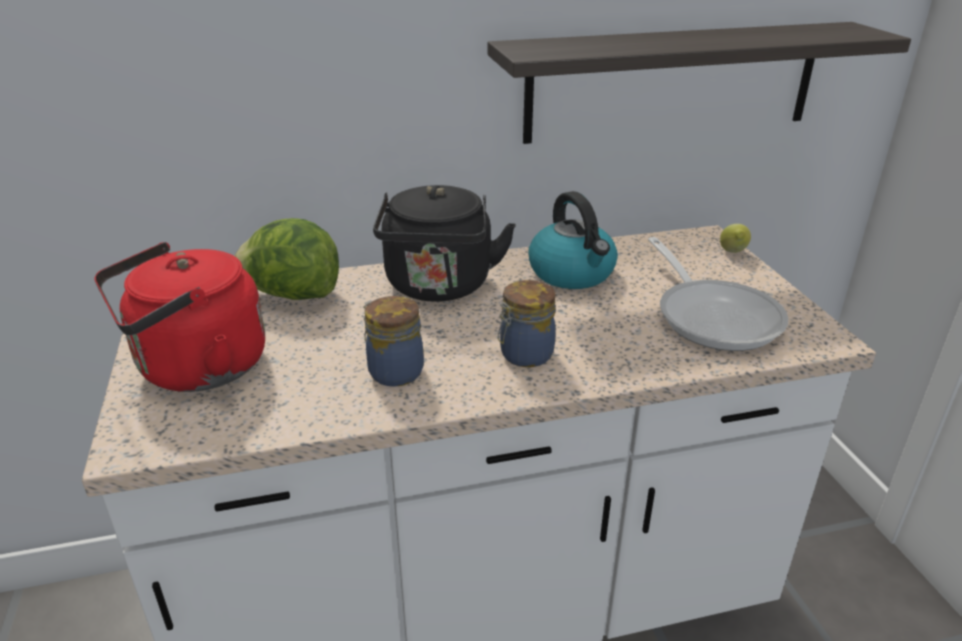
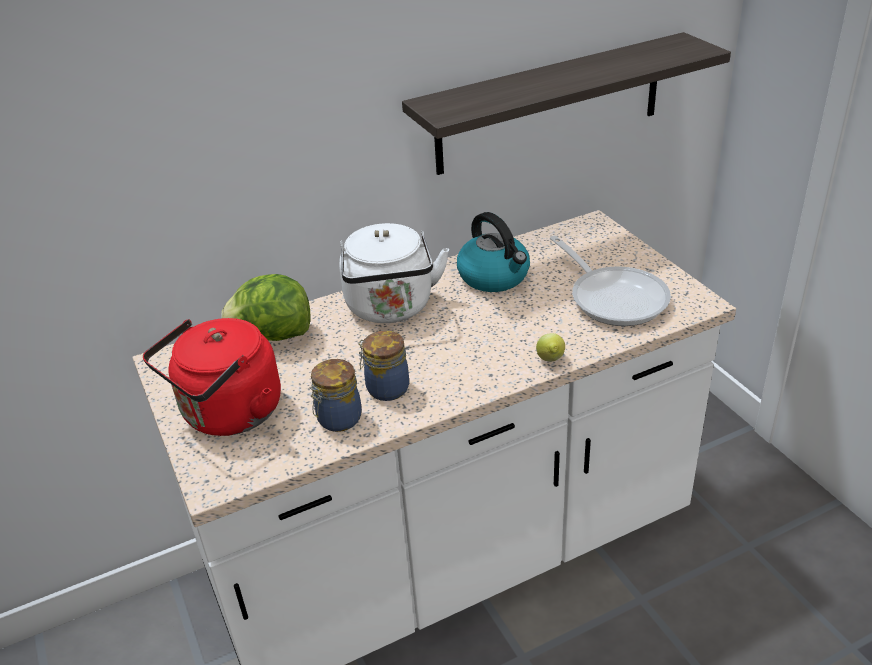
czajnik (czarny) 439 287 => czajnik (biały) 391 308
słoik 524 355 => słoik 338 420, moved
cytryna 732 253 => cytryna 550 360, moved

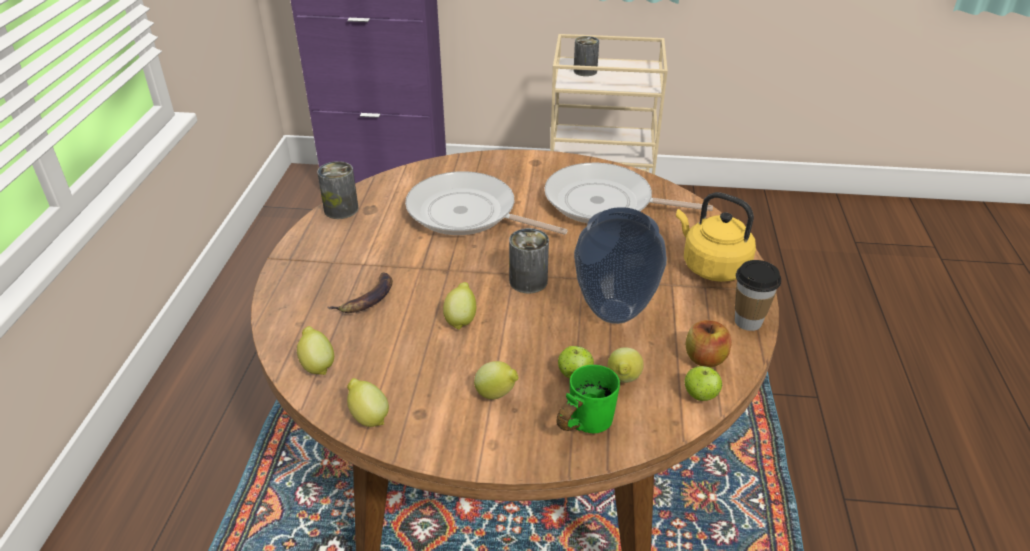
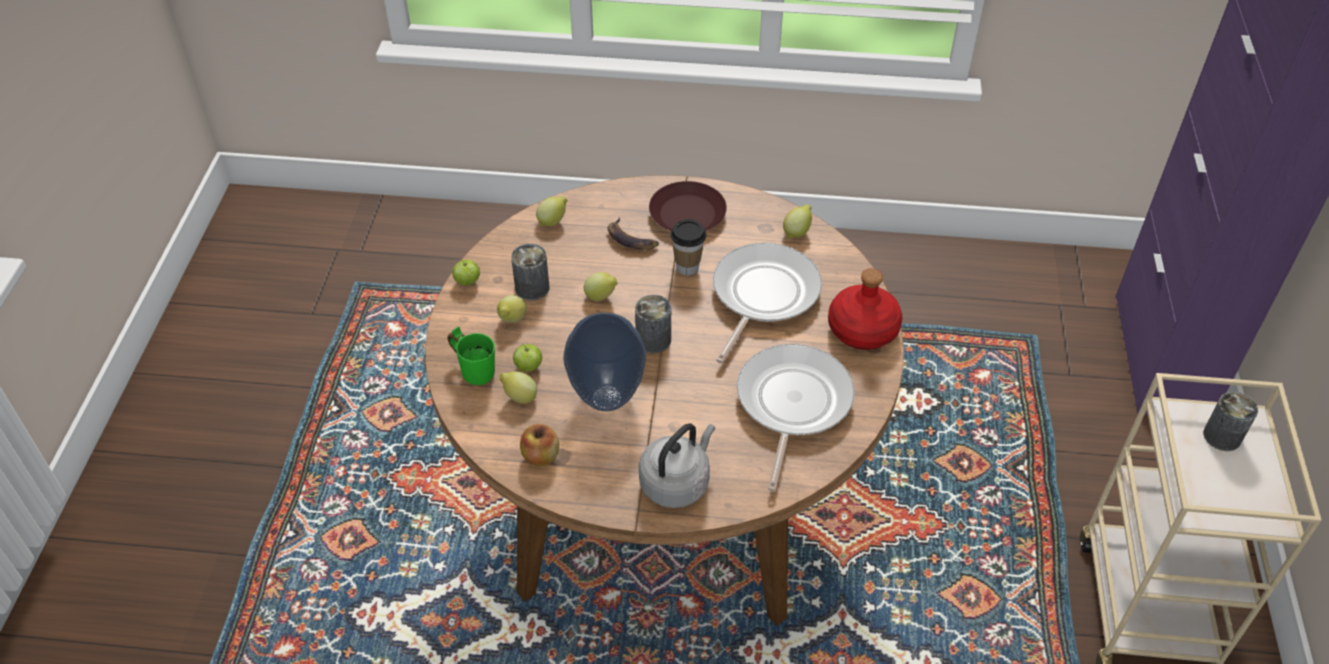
puszka 341 209 => puszka 532 288, moved
cytryna 368 417 => cytryna 797 232, moved
czajnik (żółty) 711 266 => czajnik (szary) 677 482
jabłko 700 396 => jabłko 467 282, moved
filiżanka 748 321 => filiżanka 687 267, moved
nothing => talerz (brązowy) 687 215
nothing => butelka (czerwony) 863 330

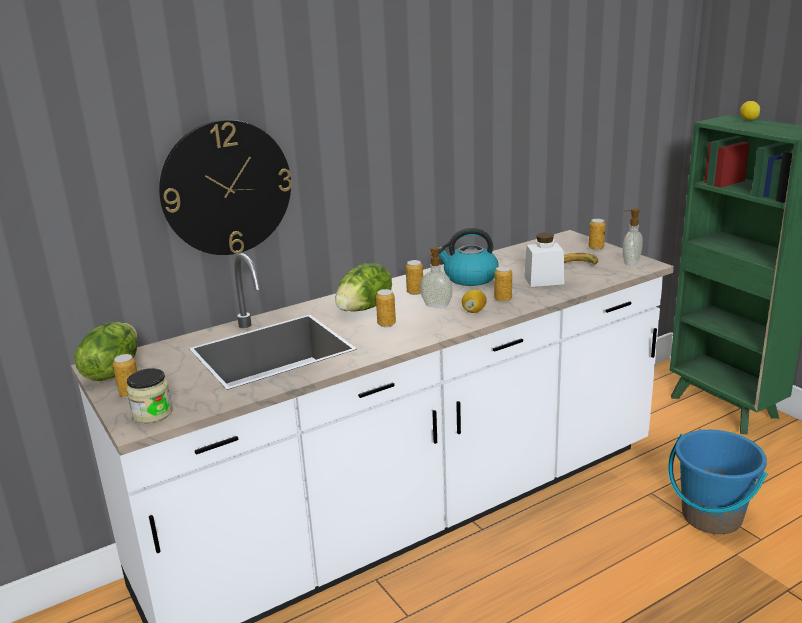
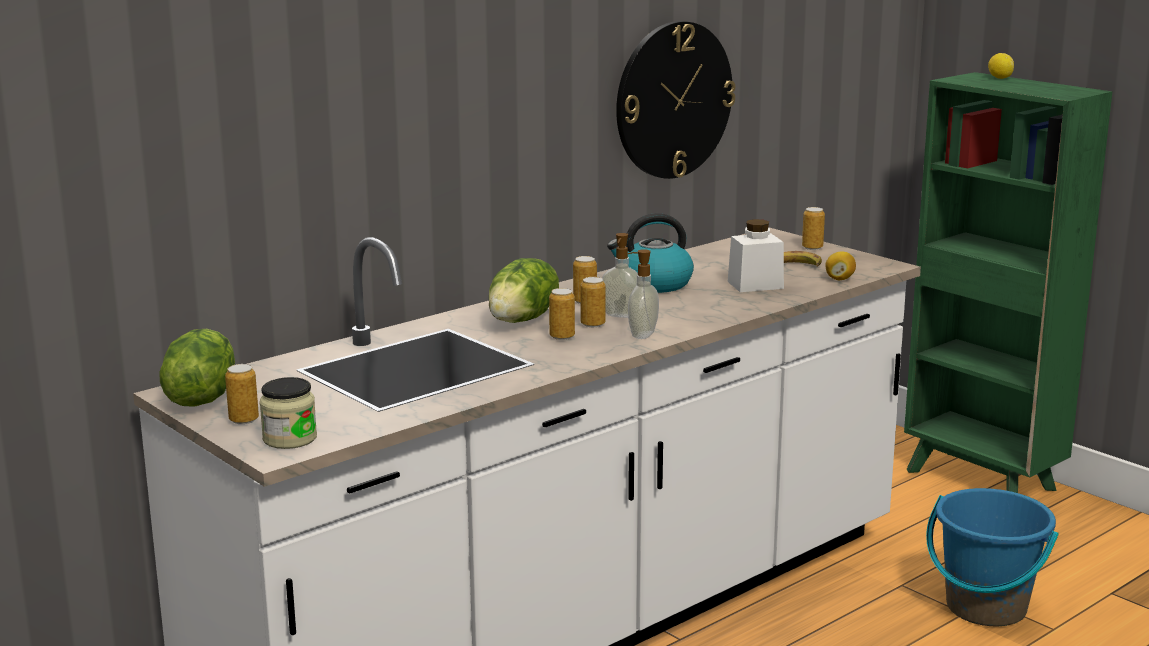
zegar ścienny 226 188 => zegar ścienny 673 100, moved
cytryna 474 311 => cytryna 839 279, moved
puszka 503 299 => puszka 592 324, moved
dozownik mydła 630 263 => dozownik mydła 641 335, moved

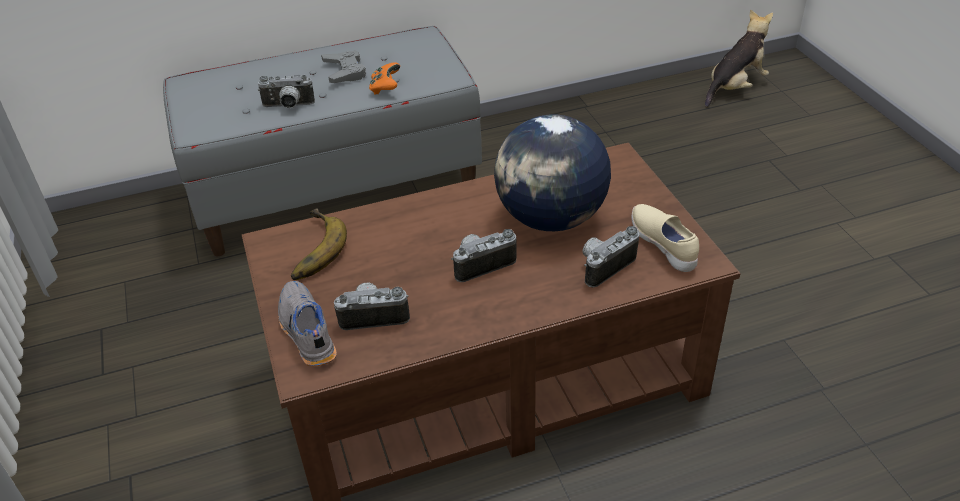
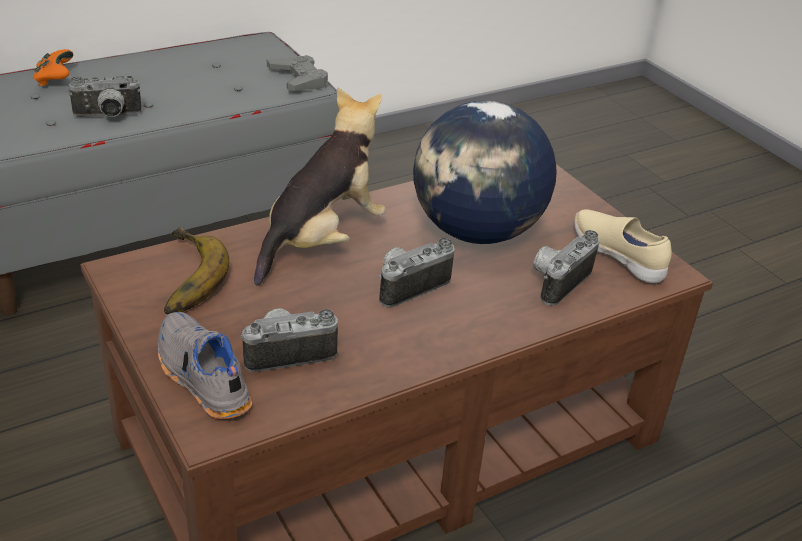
pad do gier (szary) 345 71 => pad do gier (szary) 299 79, moved
pad do gier (pomarańczowy) 385 88 => pad do gier (pomarańczowy) 55 79, moved
pluszak 735 87 => pluszak 322 240, moved

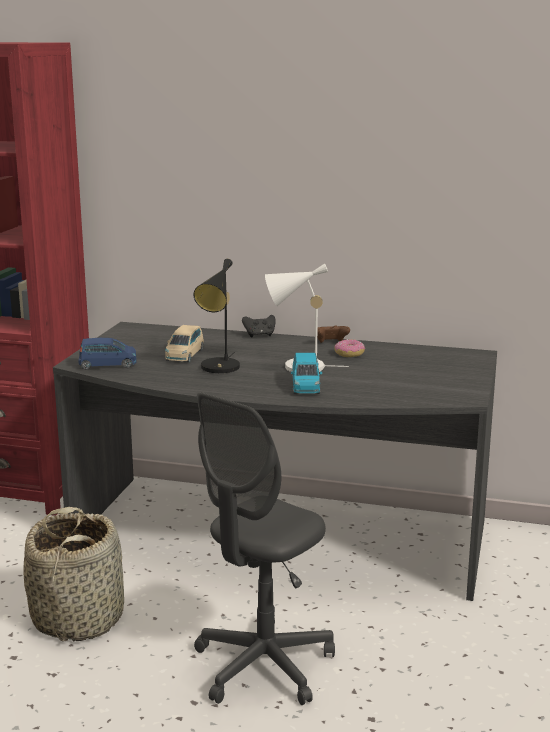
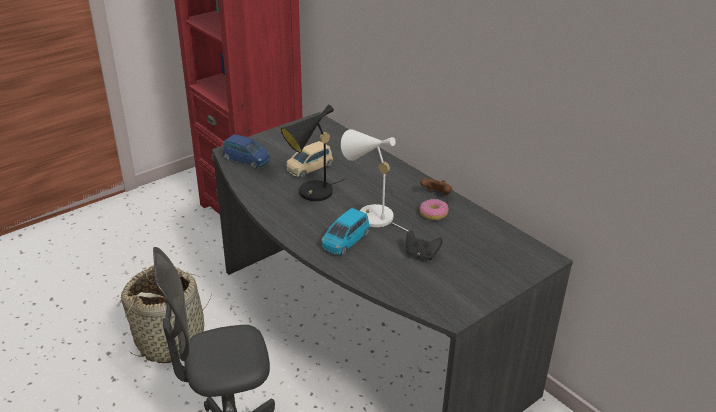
pad do gier (czarny) 259 335 => pad do gier (czarny) 421 254, moved

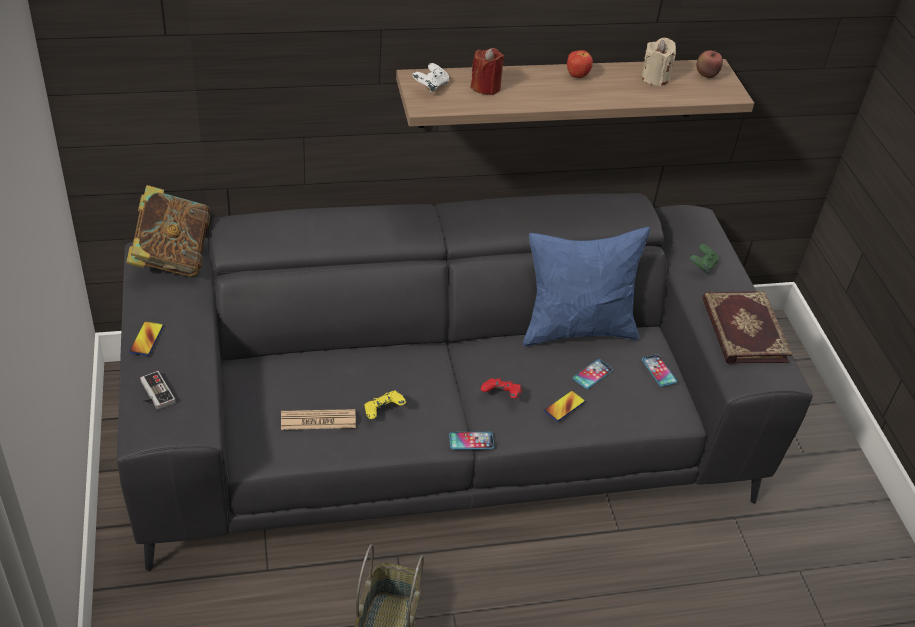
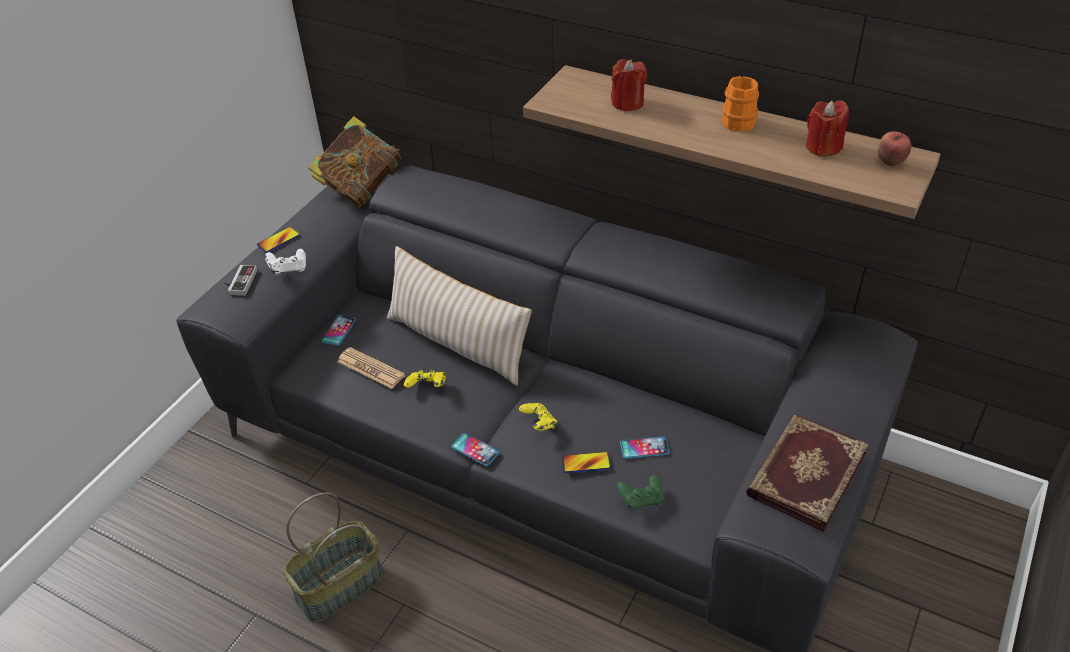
pad do gier (biały) 430 86 => pad do gier (biały) 289 269, moved
pad do gier (czerwony) 501 396 => pad do gier (żółty) 539 424
poduszka (niebieski) 577 329 => nothing
jabłko 577 76 => kubek (pomarańczowy) 736 120
świeca (beżowy) 655 78 => świeca (czerwony) 823 147
telefon 659 371 => telefon 339 330, moved
pad do gier (zielony) 702 266 => pad do gier (zielony) 640 500, moved
nothing => poduszka (beżowy) 457 343

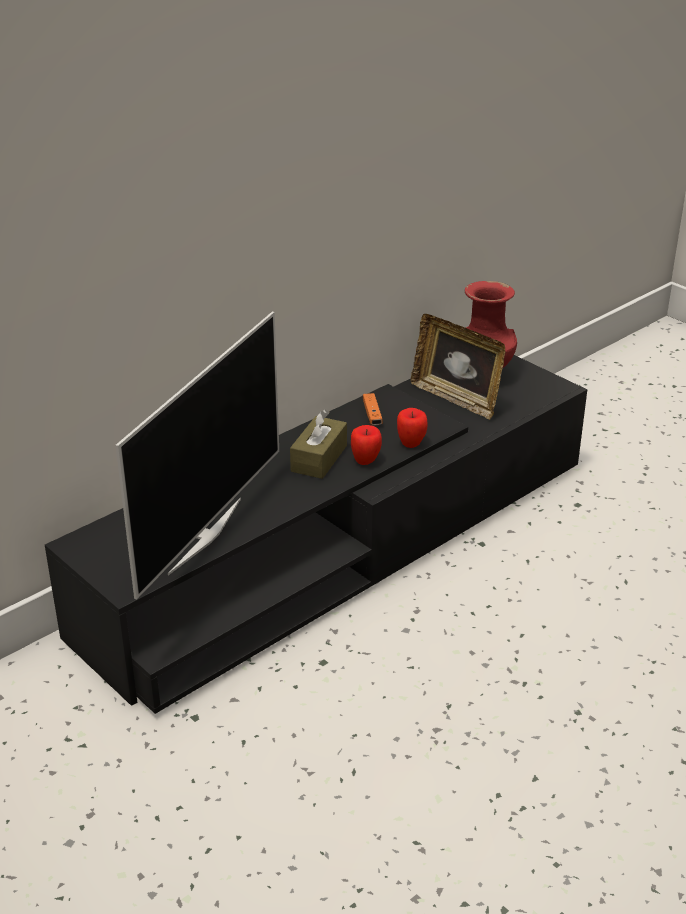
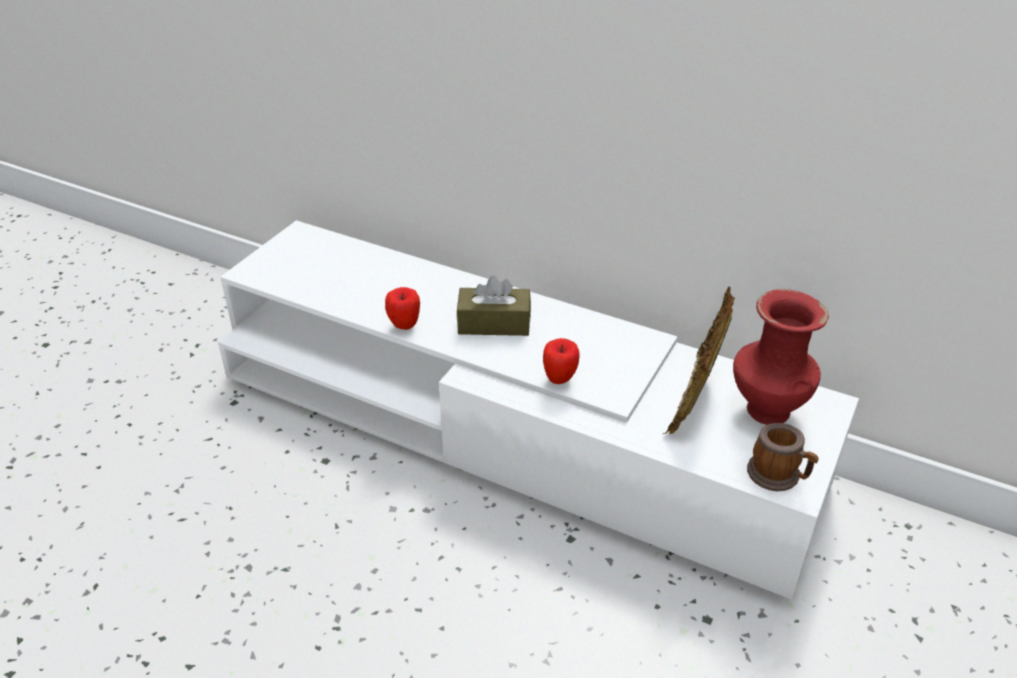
szafka pod telewizor (czarny) 342 546 => szafka pod telewizor (biały) 508 428
telewizor 203 535 => nothing
jabłko 365 461 => jabłko 404 326, moved
pad do gier (pomarańczowy) 372 415 => nothing
nothing => kubek 778 476

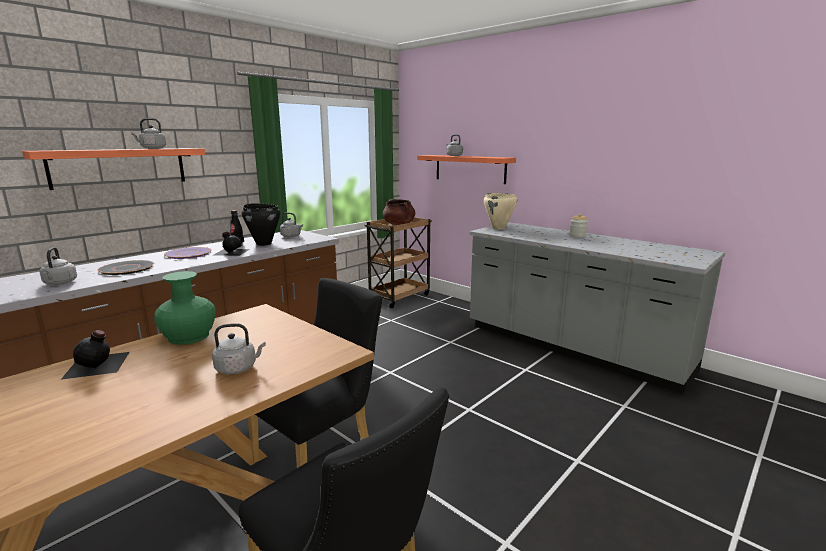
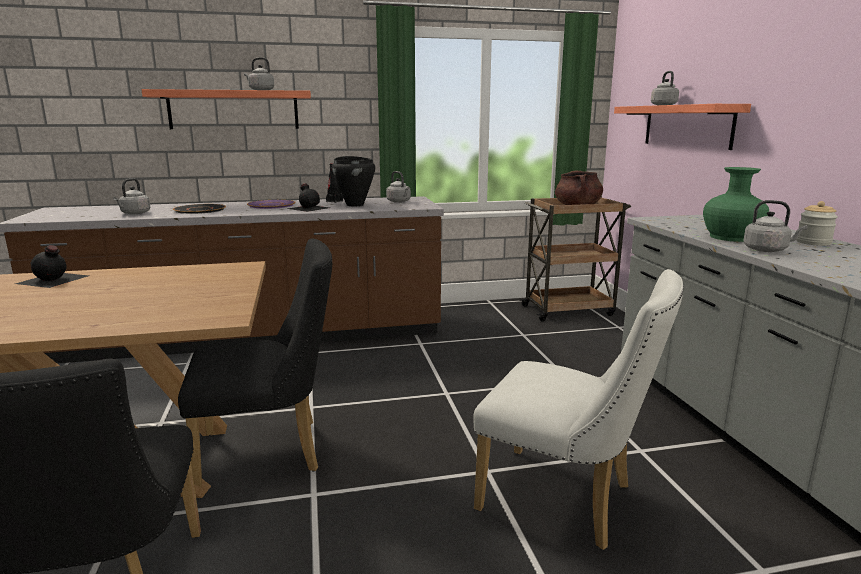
wazon (zielony) 189 336 => wazon (zielony) 731 237, moved
czajnik (szary) 238 368 => czajnik (szary) 767 250, moved
garnek (beżowy) 499 228 => nothing
nothing => krzesło (biały) 566 500

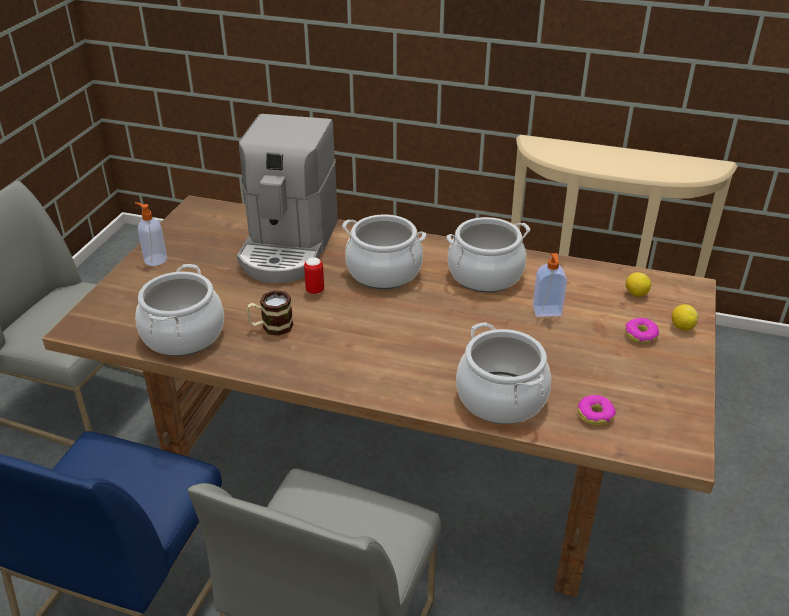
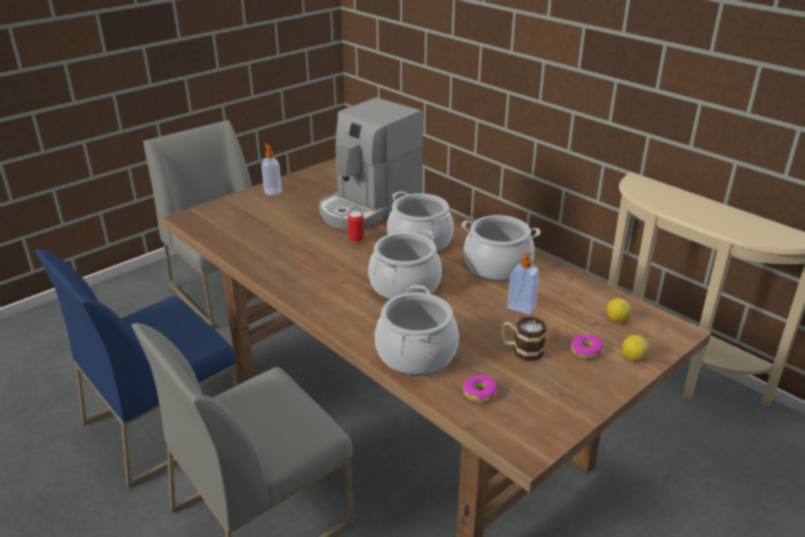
garnek 184 335 => garnek 405 286, moved
kubek 271 327 => kubek 521 350, moved

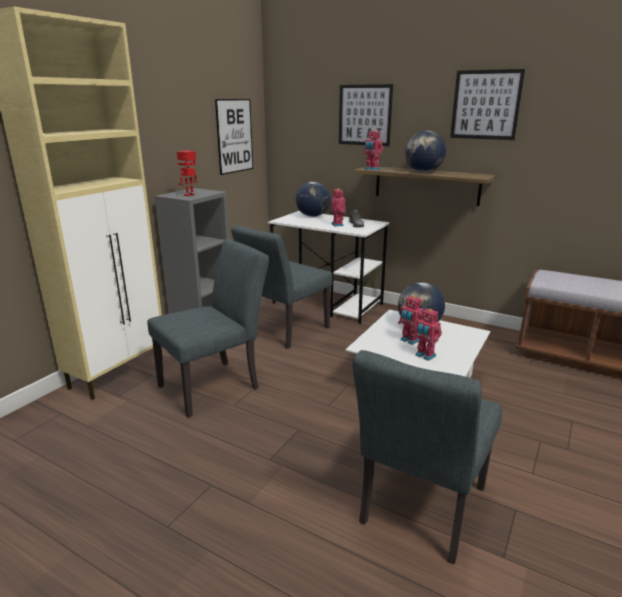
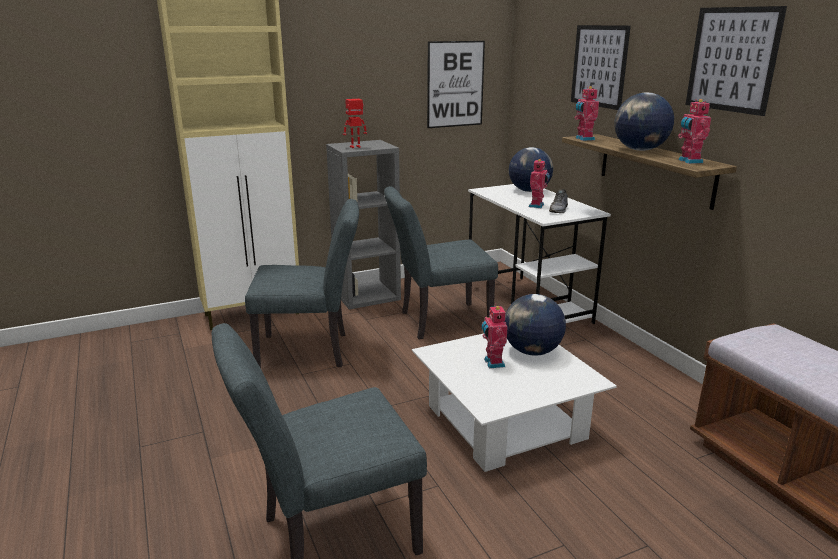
robot zabawkowy 424 356 => robot zabawkowy 689 161, moved

